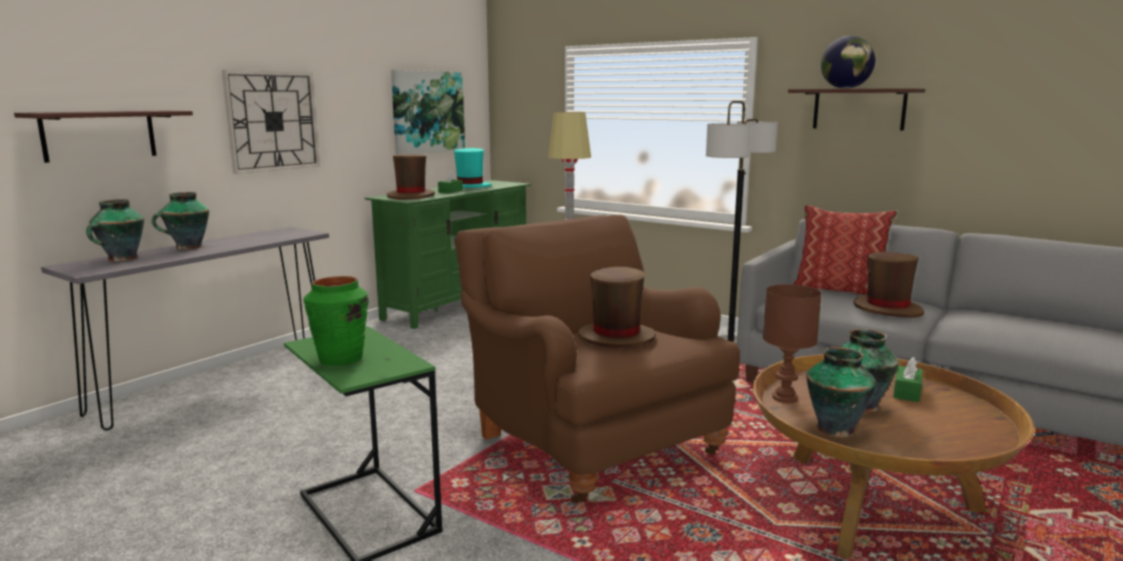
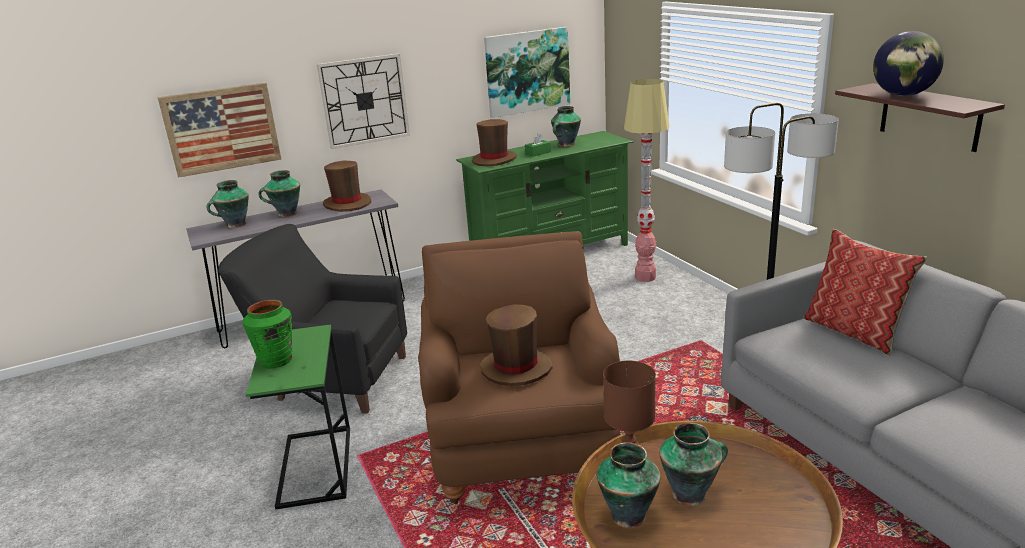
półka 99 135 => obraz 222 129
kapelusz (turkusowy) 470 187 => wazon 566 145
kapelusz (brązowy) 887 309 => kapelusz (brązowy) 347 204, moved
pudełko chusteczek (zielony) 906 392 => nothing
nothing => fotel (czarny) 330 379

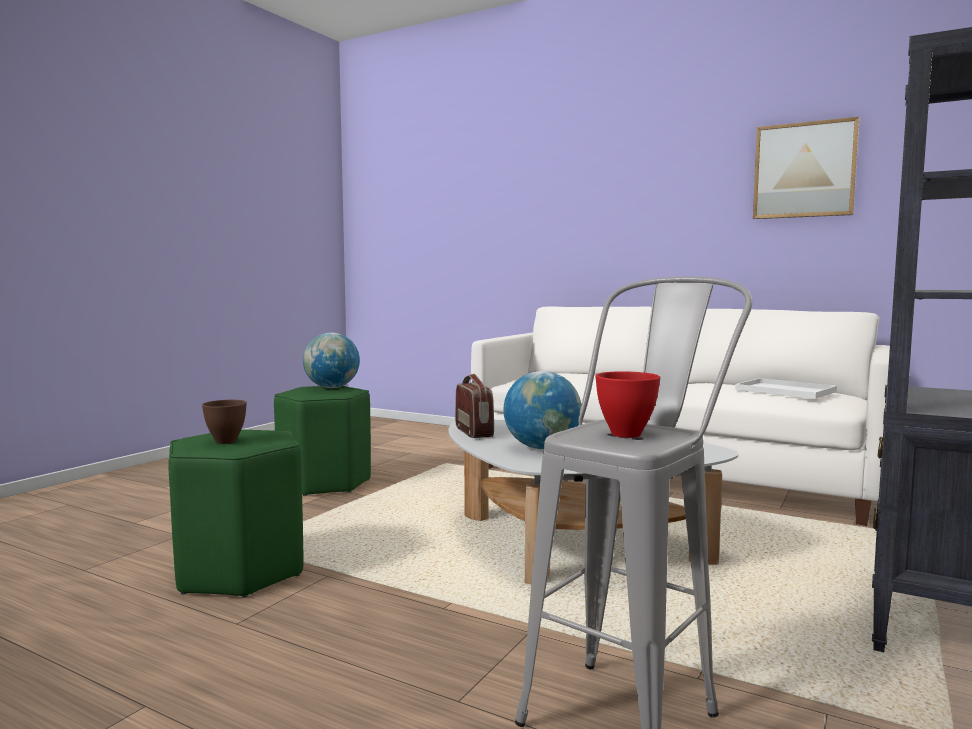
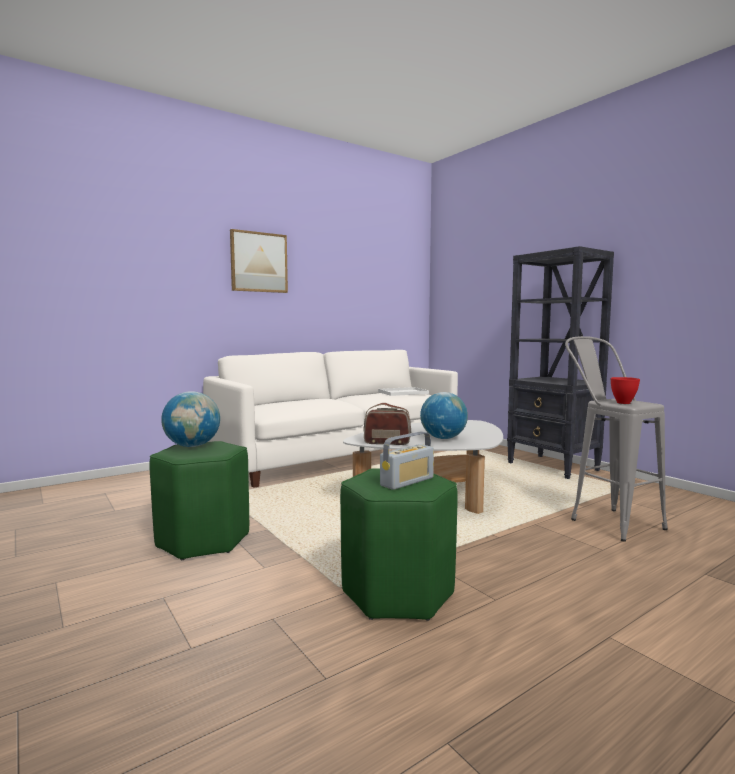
miska (brązowy) 227 441 => radio 407 481
obraz 804 170 => obraz 259 262, moved

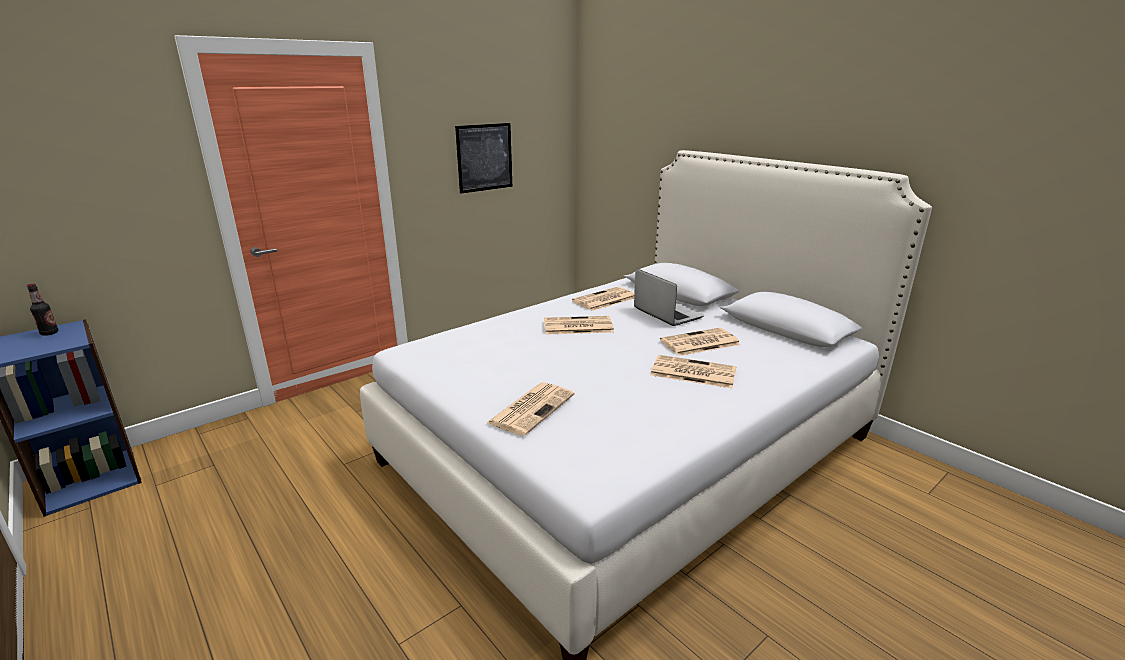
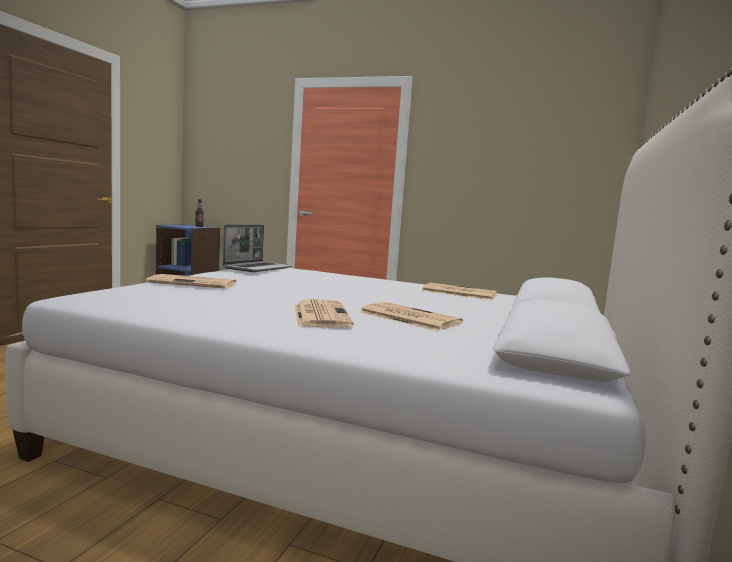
obraz 484 157 => nothing
gazeta 577 326 => nothing
laptop 666 313 => laptop 258 268, moved

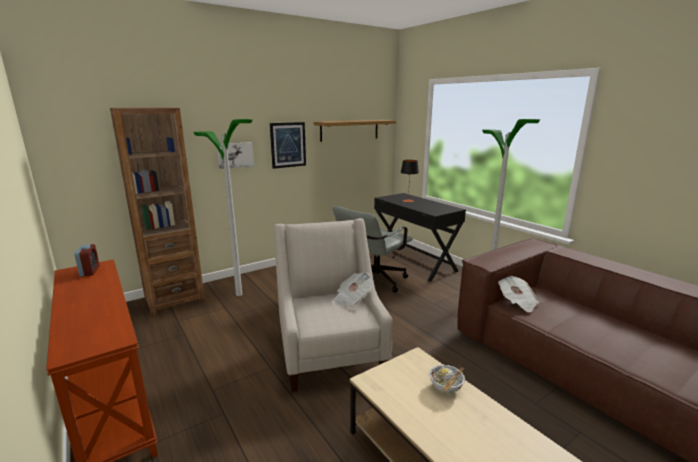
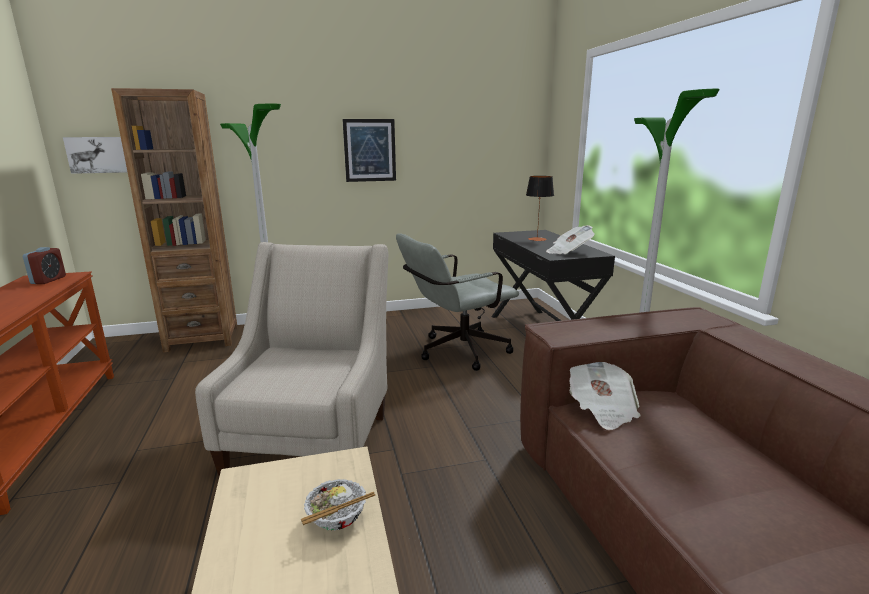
obraz 235 155 => obraz 97 155, moved
półka 349 130 => nothing
gazeta 352 299 => gazeta 568 252, moved

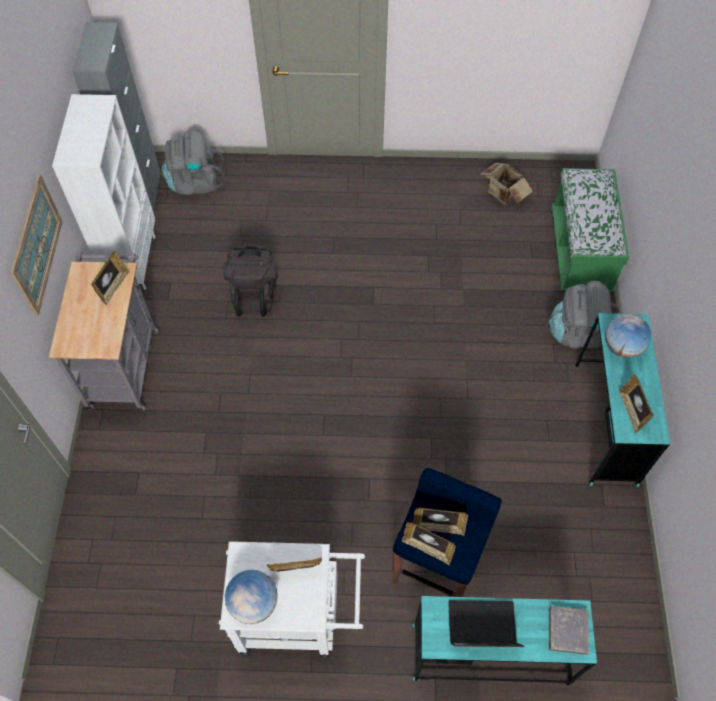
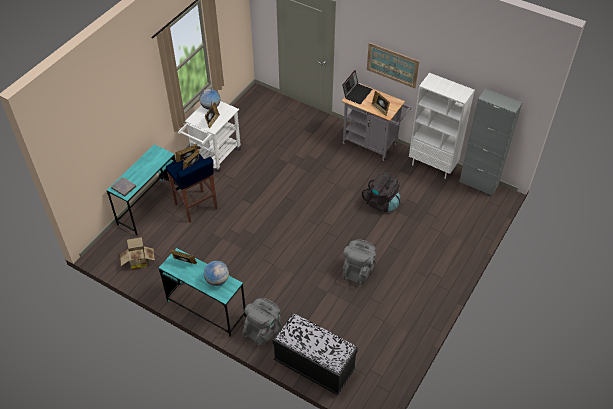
plecak (szary) 195 182 => plecak (szary) 358 270, moved
laptop 481 629 => laptop 357 93, moved
karton 502 194 => karton 138 262, moved
ławka (zielony) 580 251 => ławka (czarny) 314 366

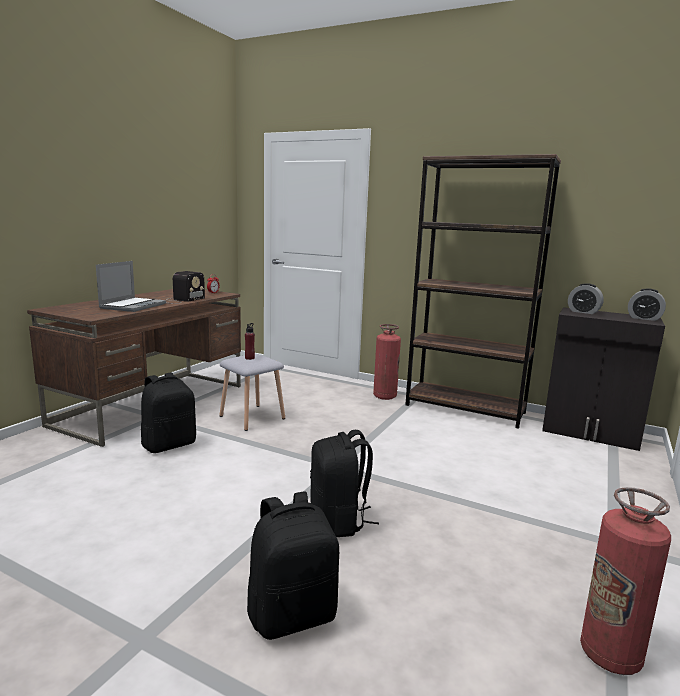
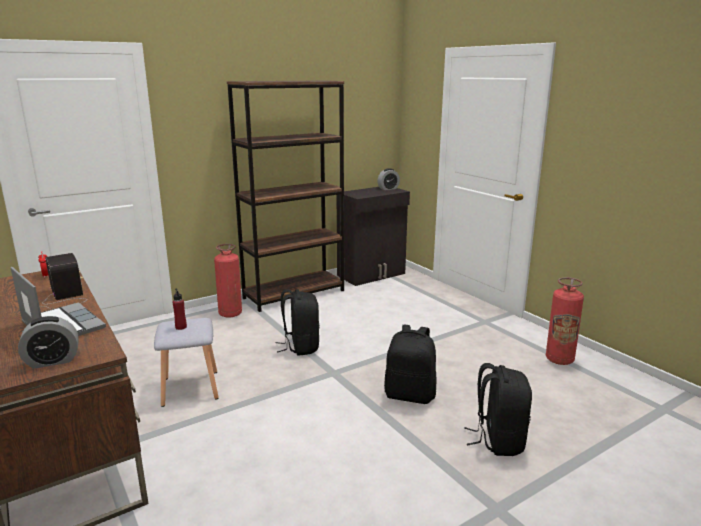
plecak (czarny) 169 445 => plecak (czarny) 300 346, moved
budzik 583 312 => budzik 52 361, moved

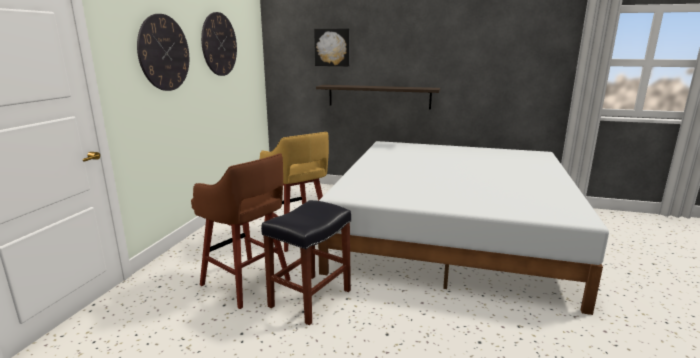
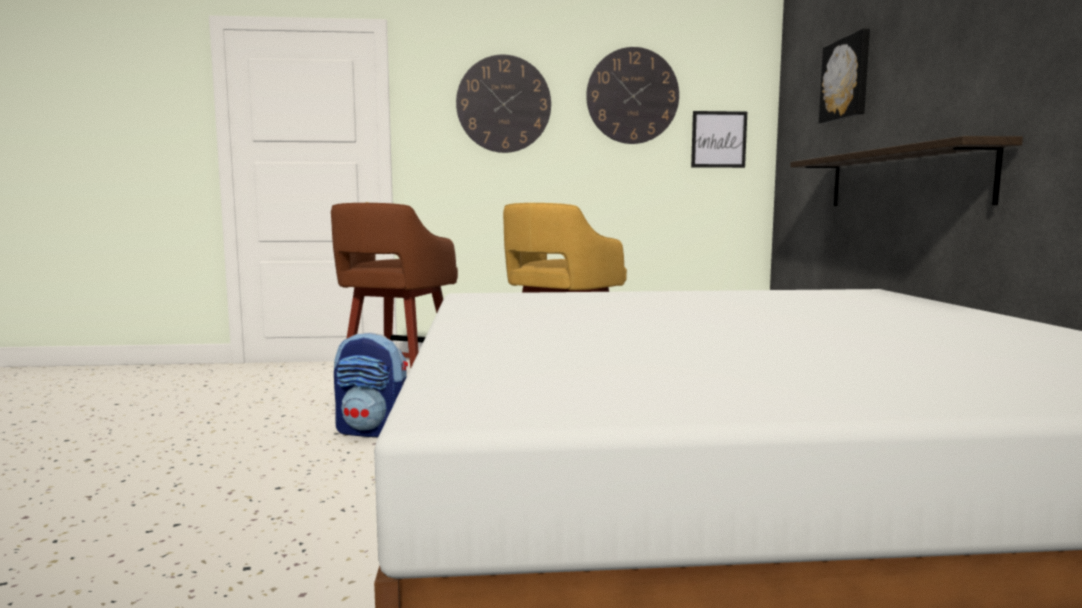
stołek (czarny) 310 297 => plecak 374 431
nothing => obraz 718 139

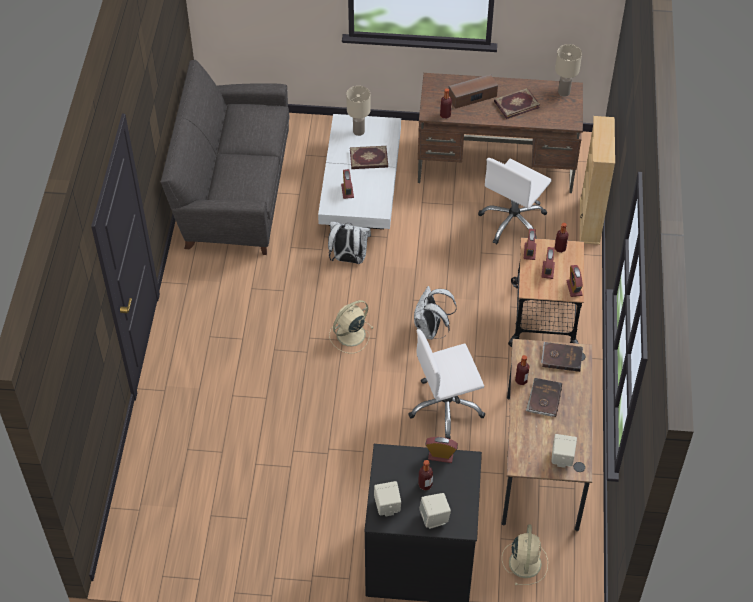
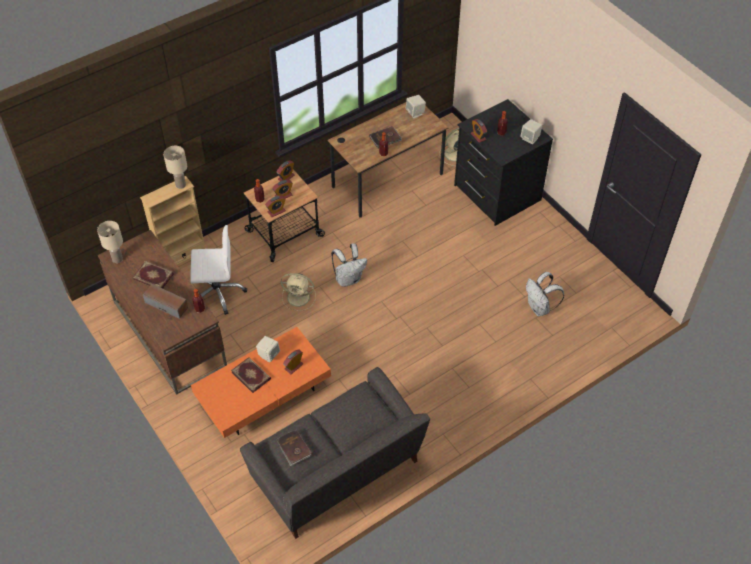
ława (biały) 360 190 => ława (pomarańczowy) 264 395
plecak (biały) 348 259 => plecak (biały) 540 308, moved
wentylator (beżowy) 349 335 => wentylator (beżowy) 299 297, moved
lampa stołowa (beżowy) 359 131 => lampa stołowa (beżowy) 180 185, moved
krzesło biurowe (biały) 446 407 => nothing
głośnik (beżowy) 434 518 => głośnik (beżowy) 268 355, moved
książka (brązowy) 561 357 => książka (brązowy) 294 448, moved

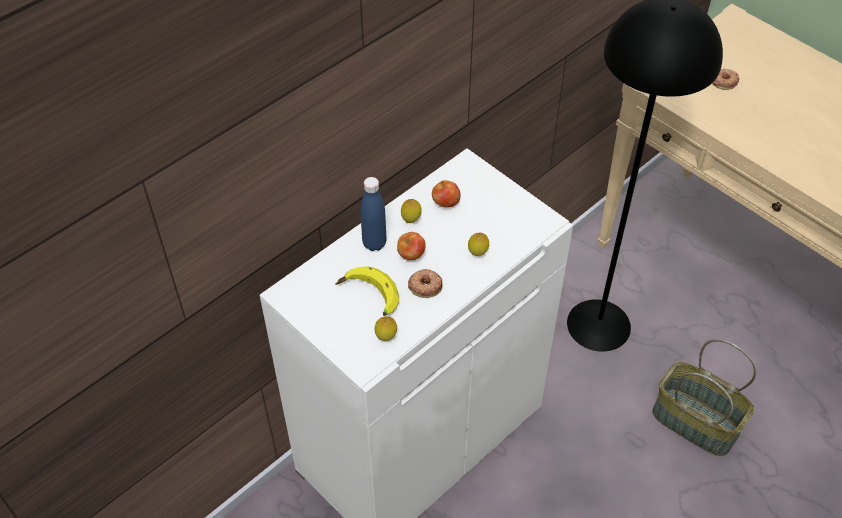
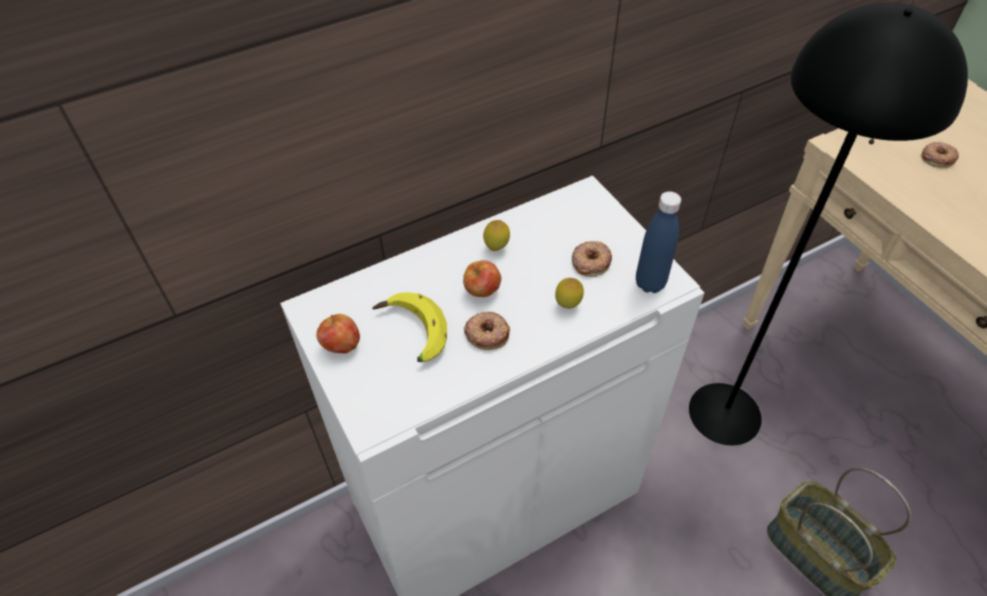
butelka (niebieski) 374 243 => butelka (niebieski) 650 283, moved
cytryna 386 338 => nothing
jabłko 445 203 => jabłko 341 346, moved
nothing => donut 590 262

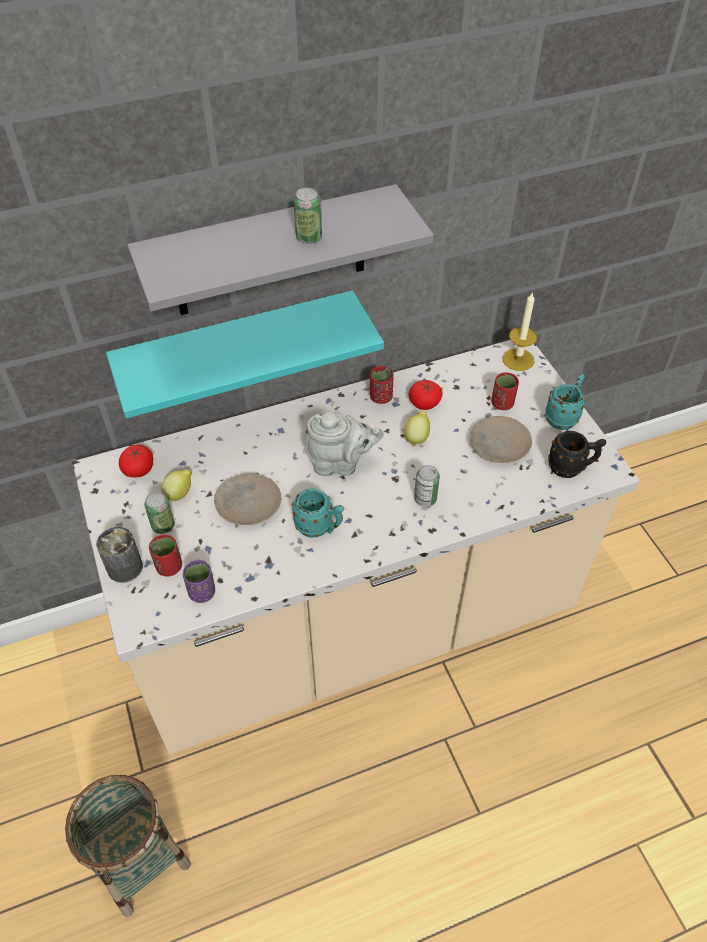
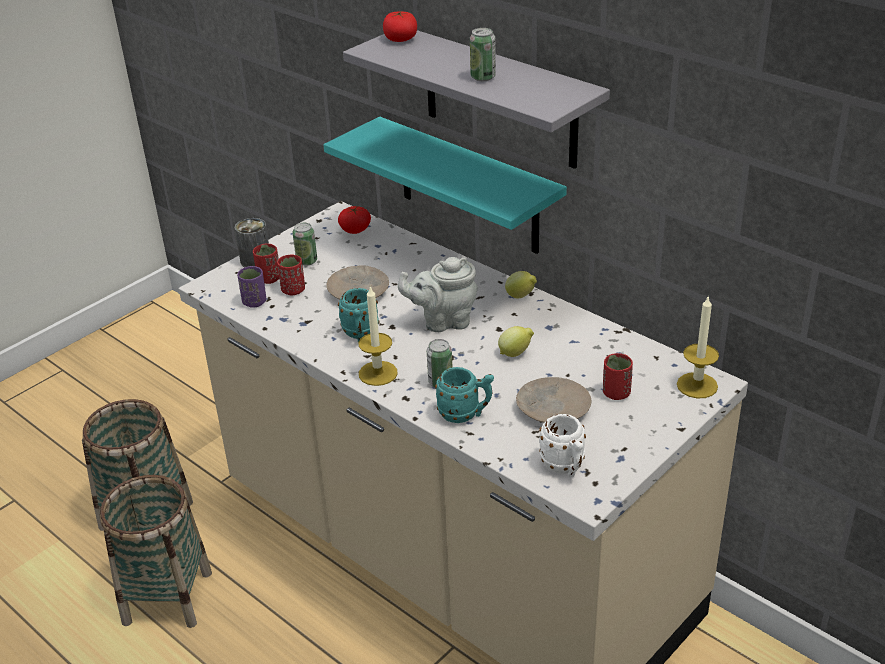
cytryna 180 493 => cytryna 521 296, moved
imbryk (szary) 340 464 => imbryk (szary) 443 321, 105 degrees clockwise
filiżanka (czerwony) 381 397 => filiżanka (czerwony) 293 290, moved
pomidor 424 403 => pomidor 400 39, moved
kubek (turkusowy) 563 417 => kubek (turkusowy) 465 414, moved
kubek (czarny) 571 468 => kubek (biały) 565 467
nothing => koszyk 168 597
nothing => świeca 378 373

